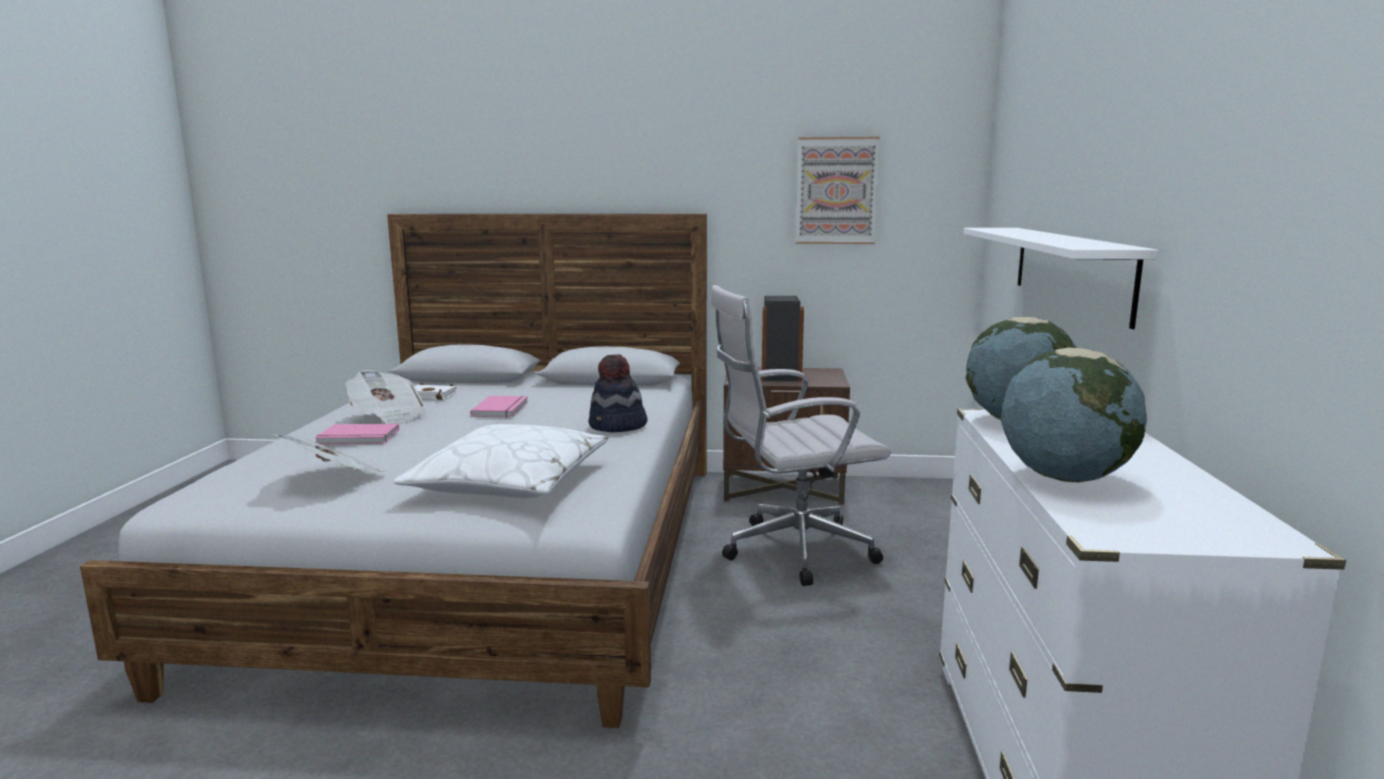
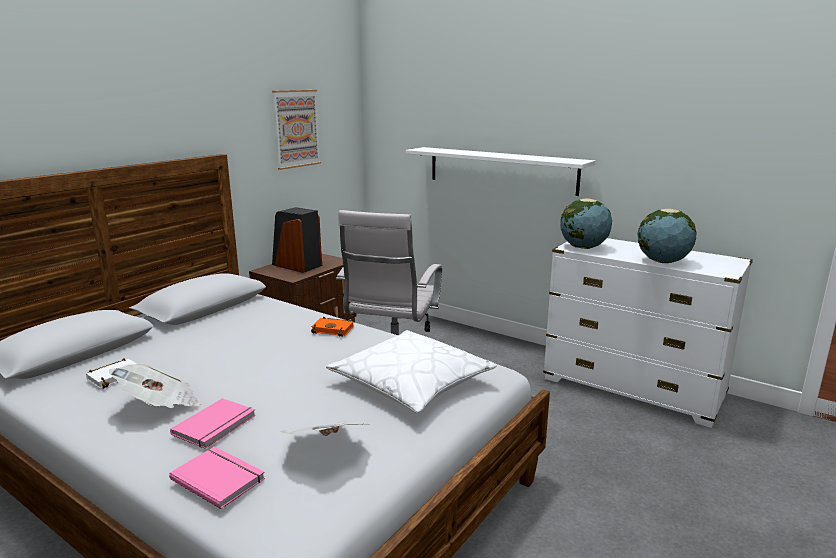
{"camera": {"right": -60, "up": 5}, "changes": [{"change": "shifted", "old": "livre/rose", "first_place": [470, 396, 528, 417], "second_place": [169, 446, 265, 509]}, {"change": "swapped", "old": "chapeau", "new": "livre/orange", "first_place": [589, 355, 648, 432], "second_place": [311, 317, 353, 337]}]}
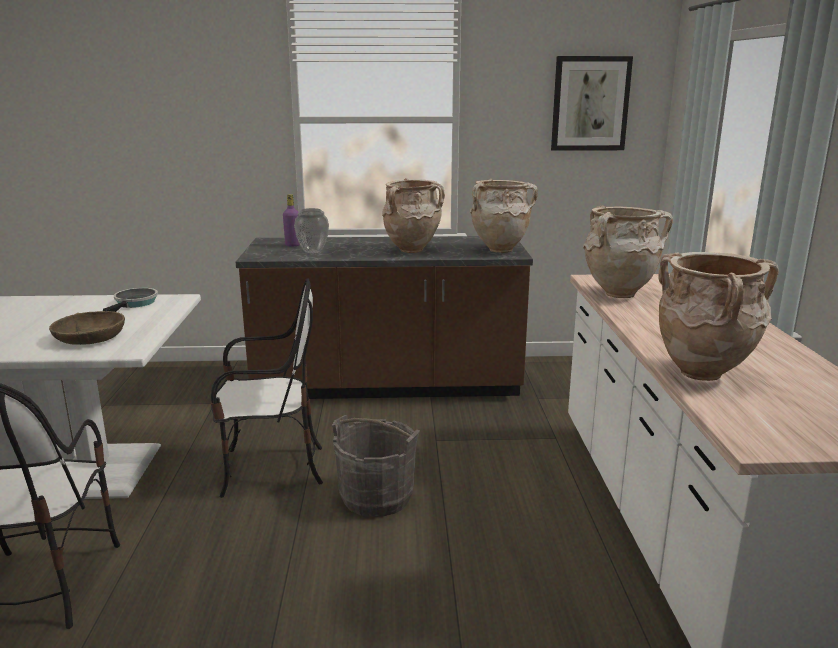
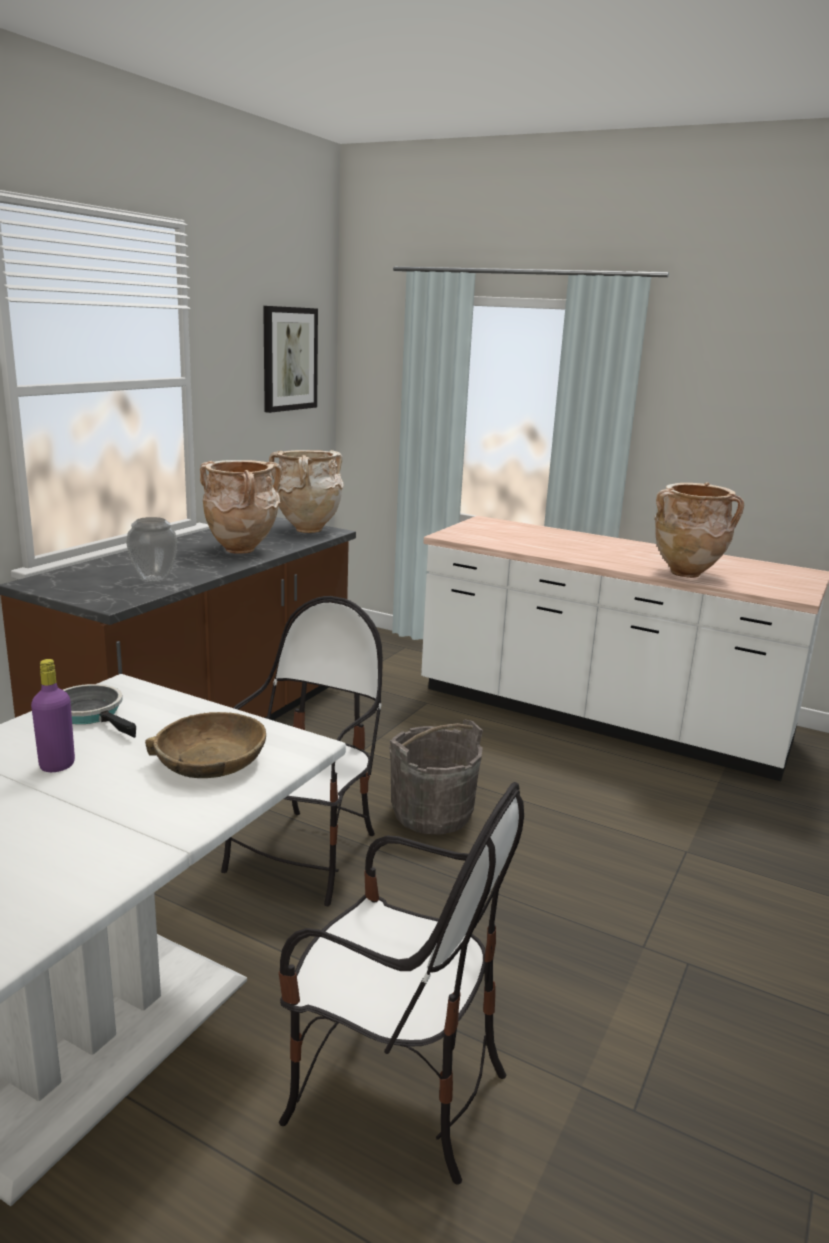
{"camera": {"right": -60, "up": 0}, "changes": [{"change": "gone", "old": "vase/beige", "first_place": [583, 206, 673, 298]}, {"change": "shifted", "old": "bouteille/violet", "first_place": [283, 194, 300, 247], "second_place": [31, 659, 75, 772]}]}
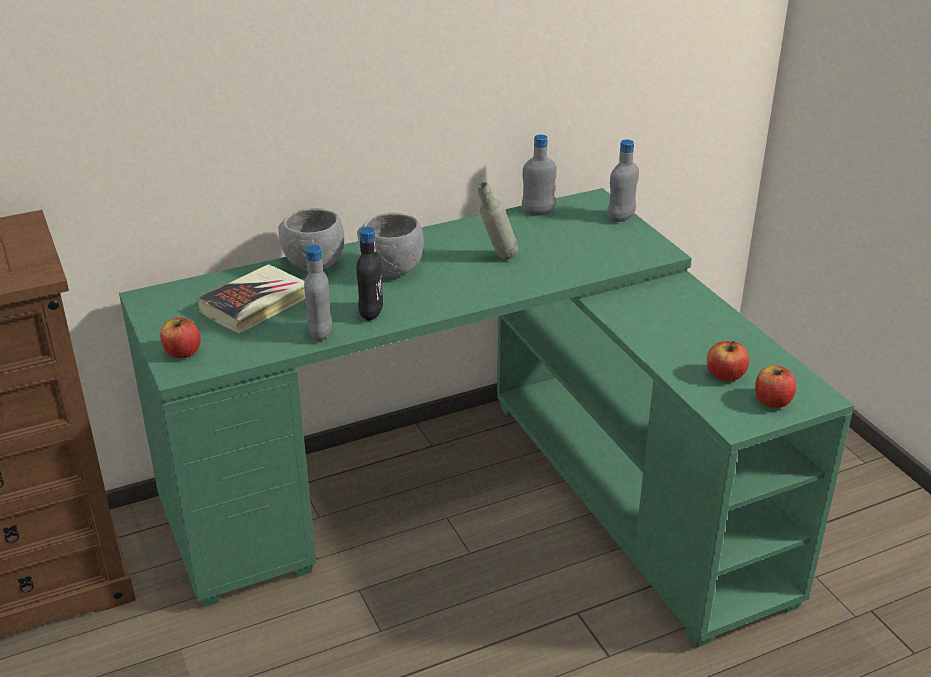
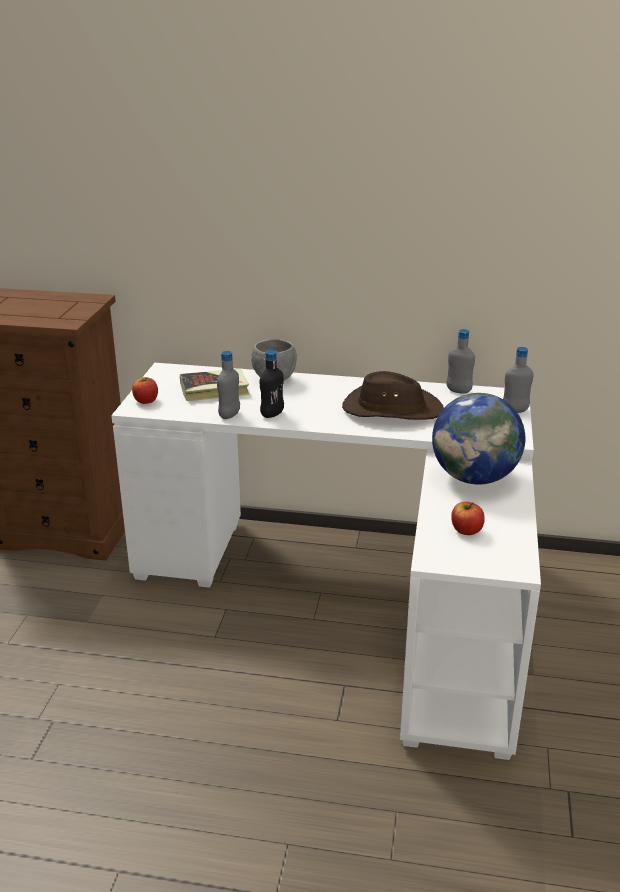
{"camera": {"right": 35, "up": -5}, "changes": [{"change": "gone", "old": "bol/gris", "first_place": [357, 213, 424, 277]}, {"change": "gone", "old": "pomme", "first_place": [755, 365, 796, 408]}, {"change": "new", "new": "globe", "second_place": [432, 393, 525, 485]}, {"change": "swapped", "old": "bouteille/gris", "new": "chapeau/marron", "first_place": [478, 182, 519, 260], "second_place": [342, 371, 444, 420]}, {"change": "repainted", "old": "bureau/vert", "new": "bureau/blanc", "first_place": [119, 188, 854, 648], "second_place": [111, 363, 541, 760]}]}
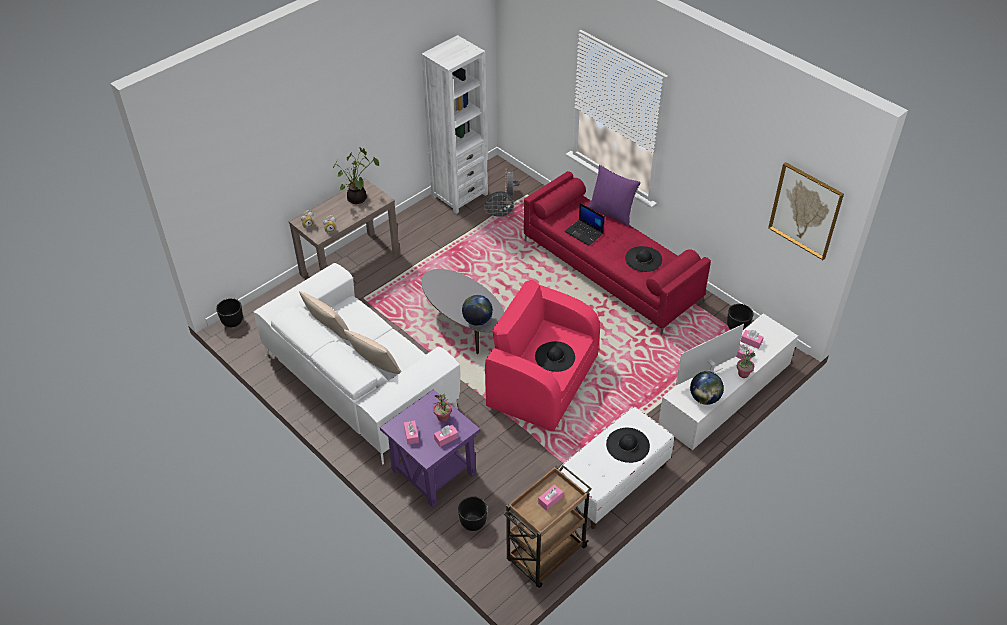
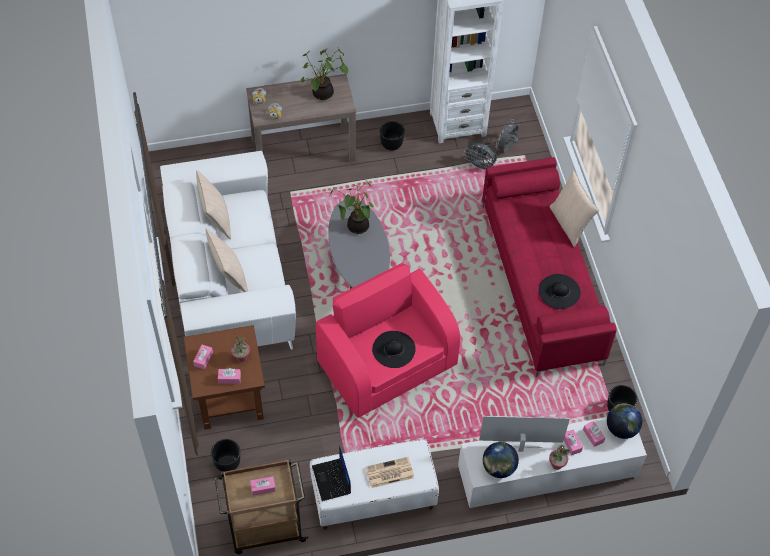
{"camera": {"right": 30, "up": 10}, "changes": [{"change": "gone", "old": "tableau", "first_place": [768, 162, 844, 260]}, {"change": "new", "new": "plante en pot", "second_place": [330, 182, 374, 234]}, {"change": "shifted", "old": "cache-pot/noir", "first_place": [216, 298, 243, 327], "second_place": [380, 121, 405, 151]}, {"change": "shifted", "old": "globe", "first_place": [462, 295, 493, 326], "second_place": [607, 403, 642, 439]}, {"change": "shifted", "old": "ordinateur portable", "first_place": [564, 203, 605, 246], "second_place": [312, 446, 351, 501]}, {"change": "swapped", "old": "chapeau/noir", "new": "journal", "first_place": [606, 428, 650, 463], "second_place": [365, 457, 414, 488]}, {"change": "repainted", "old": "table d'appoint/violet", "new": "table d'appoint/marron", "first_place": [380, 389, 480, 508], "second_place": [184, 325, 265, 430]}, {"change": "repainted", "old": "coussin/violet", "new": "coussin/beige", "first_place": [588, 165, 641, 226], "second_place": [550, 170, 599, 247]}]}
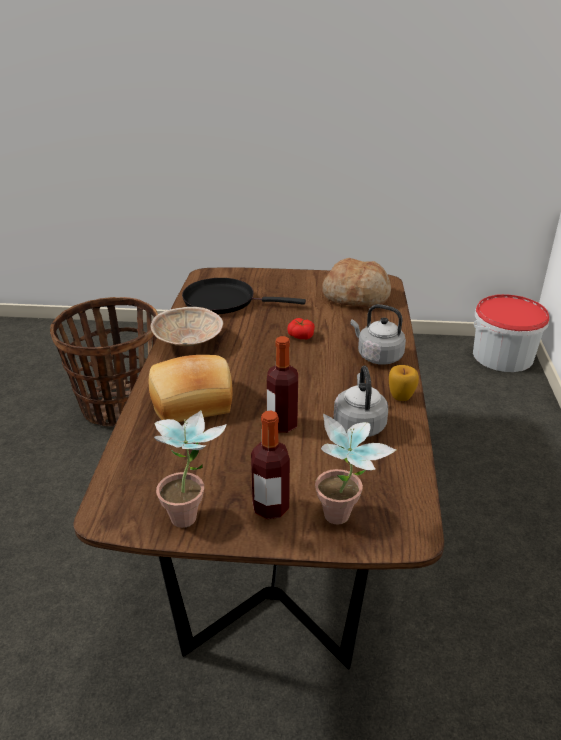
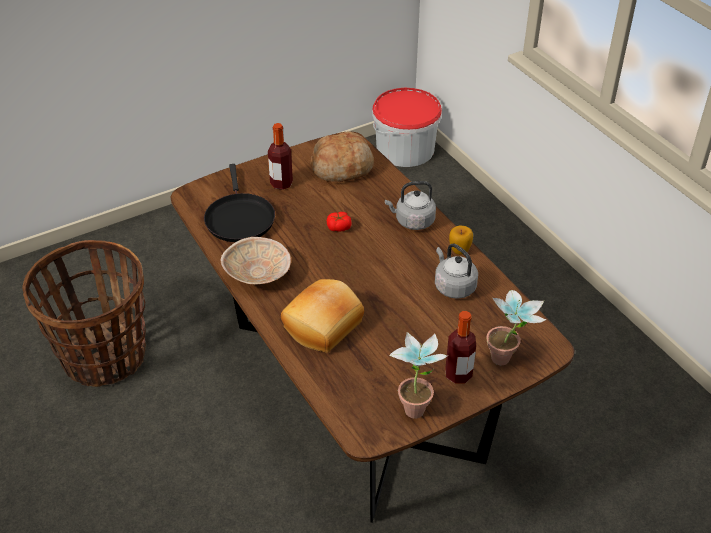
{"camera": {"right": -35, "up": 10}, "changes": [{"change": "shifted", "old": "bouteille", "first_place": [267, 336, 298, 433], "second_place": [268, 123, 293, 190]}, {"change": "rotated", "old": "poêle/noir", "first_place": [182, 278, 306, 314], "second_place": [204, 164, 275, 242], "degrees": -75}]}
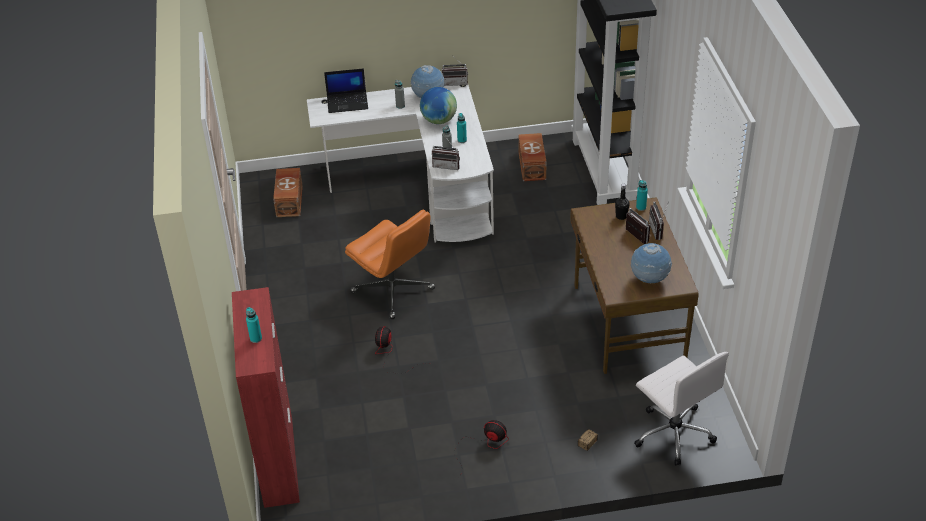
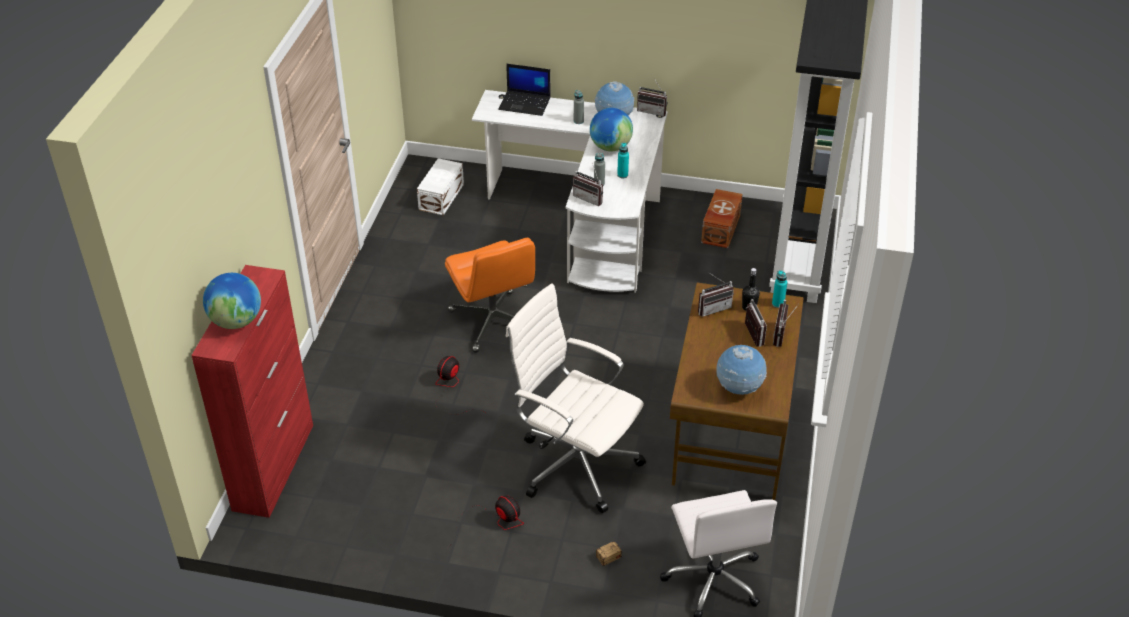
{"camera": {"right": 20, "up": 0}, "changes": [{"change": "new", "new": "chaise de bureau/blanc", "second_place": [506, 284, 646, 513]}, {"change": "new", "new": "radio", "second_place": [698, 272, 734, 317]}, {"change": "swapped", "old": "bouteille/turquoise", "new": "globe", "first_place": [246, 307, 262, 343], "second_place": [203, 273, 261, 329]}, {"change": "repainted", "old": "boîte de rangement/marron", "new": "boîte de rangement/blanc", "first_place": [273, 168, 303, 217], "second_place": [417, 158, 464, 216]}]}
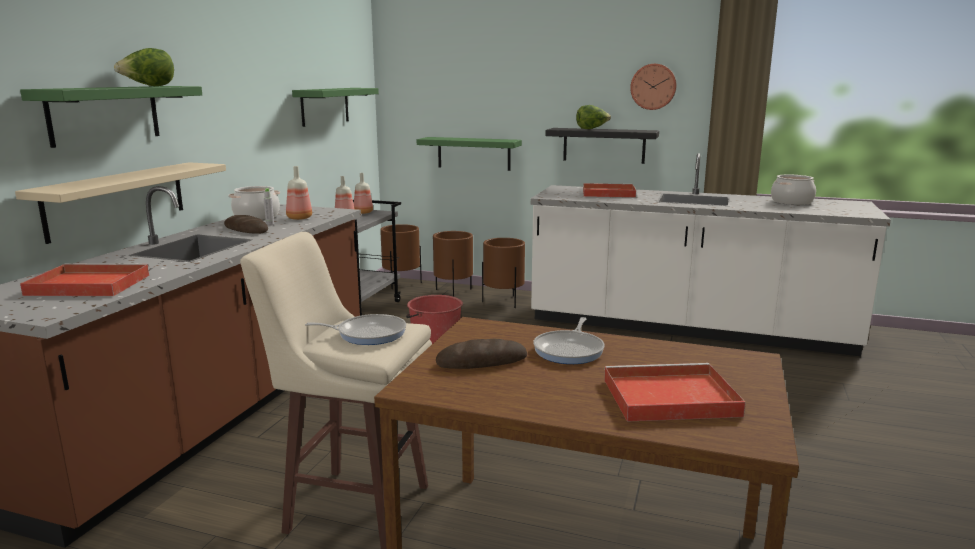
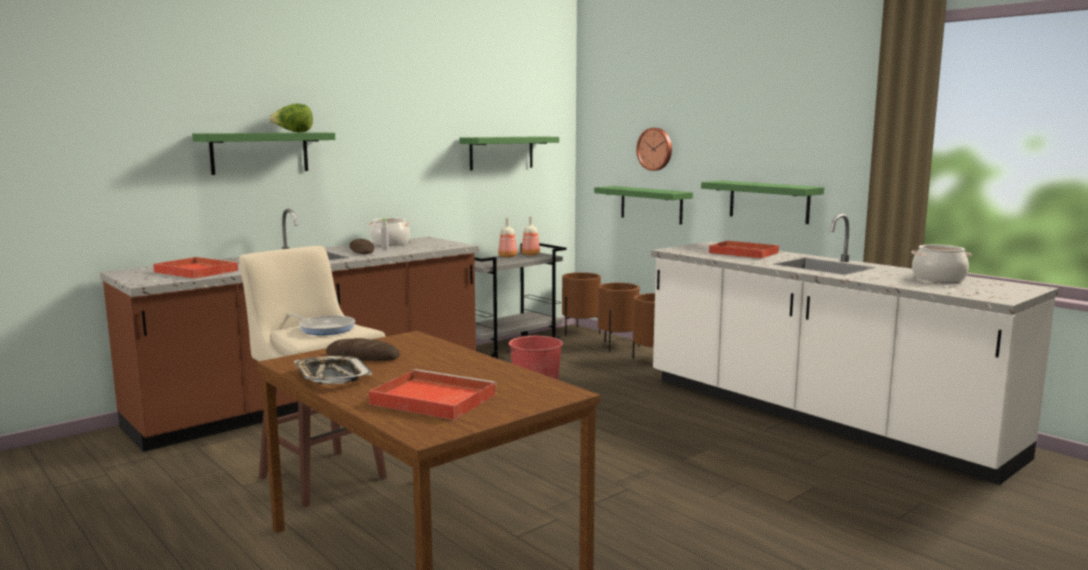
{"camera": {"right": 30, "up": -5}, "changes": [{"change": "gone", "old": "étagère/beige", "first_place": [15, 162, 226, 244]}, {"change": "gone", "old": "bouteille", "first_place": [286, 166, 312, 220]}, {"change": "gone", "old": "poêle", "first_place": [534, 317, 605, 364]}, {"change": "gone", "old": "laitue", "first_place": [576, 105, 611, 129]}, {"change": "new", "new": "plateau", "second_place": [294, 356, 372, 384]}, {"change": "shifted", "old": "horloge murale", "first_place": [630, 64, 677, 110], "second_place": [636, 128, 672, 171]}, {"change": "repainted", "old": "étagère/noir", "new": "étagère/vert", "first_place": [546, 128, 659, 164], "second_place": [701, 181, 824, 224]}]}
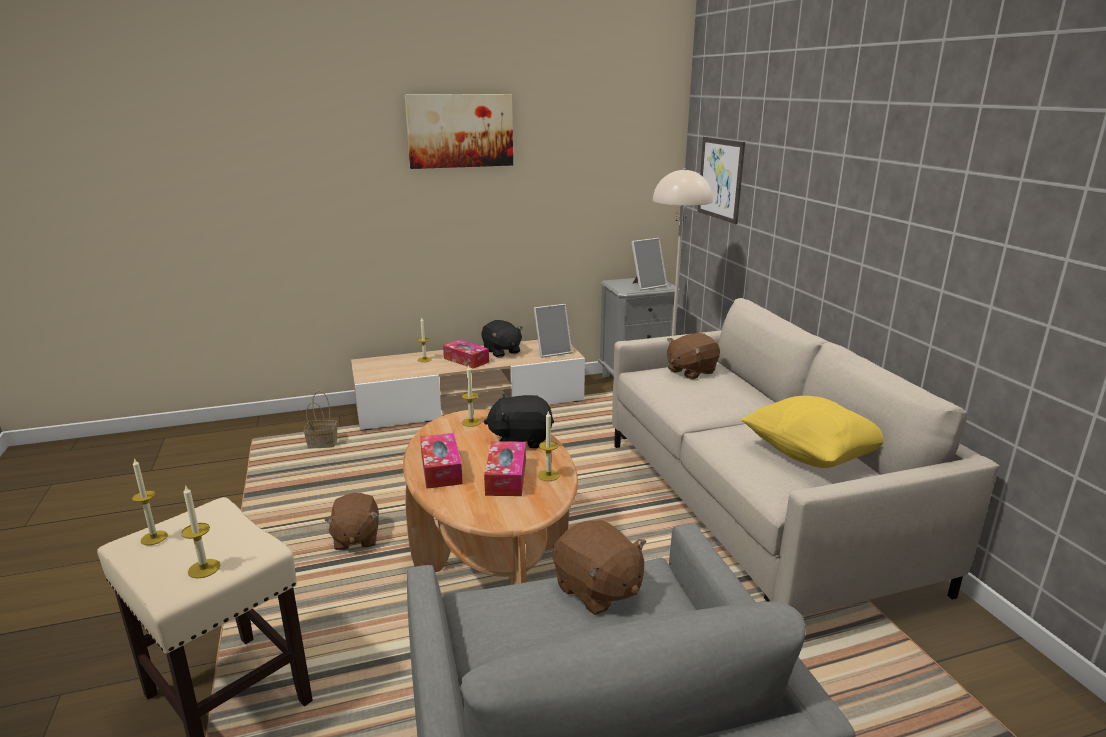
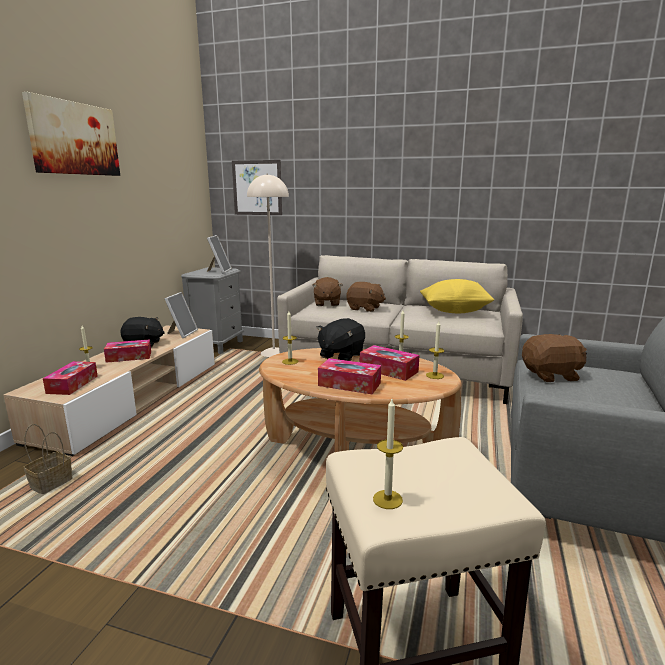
{"camera": {"right": -55, "up": -5}, "changes": [{"change": "new", "new": "boîte à mouchoirs", "second_place": [43, 361, 98, 395]}, {"change": "shifted", "old": "bougie", "first_place": [181, 485, 220, 579], "second_place": [426, 321, 445, 379]}, {"change": "shifted", "old": "peluche/marron", "first_place": [324, 493, 379, 550], "second_place": [346, 282, 386, 312]}]}
